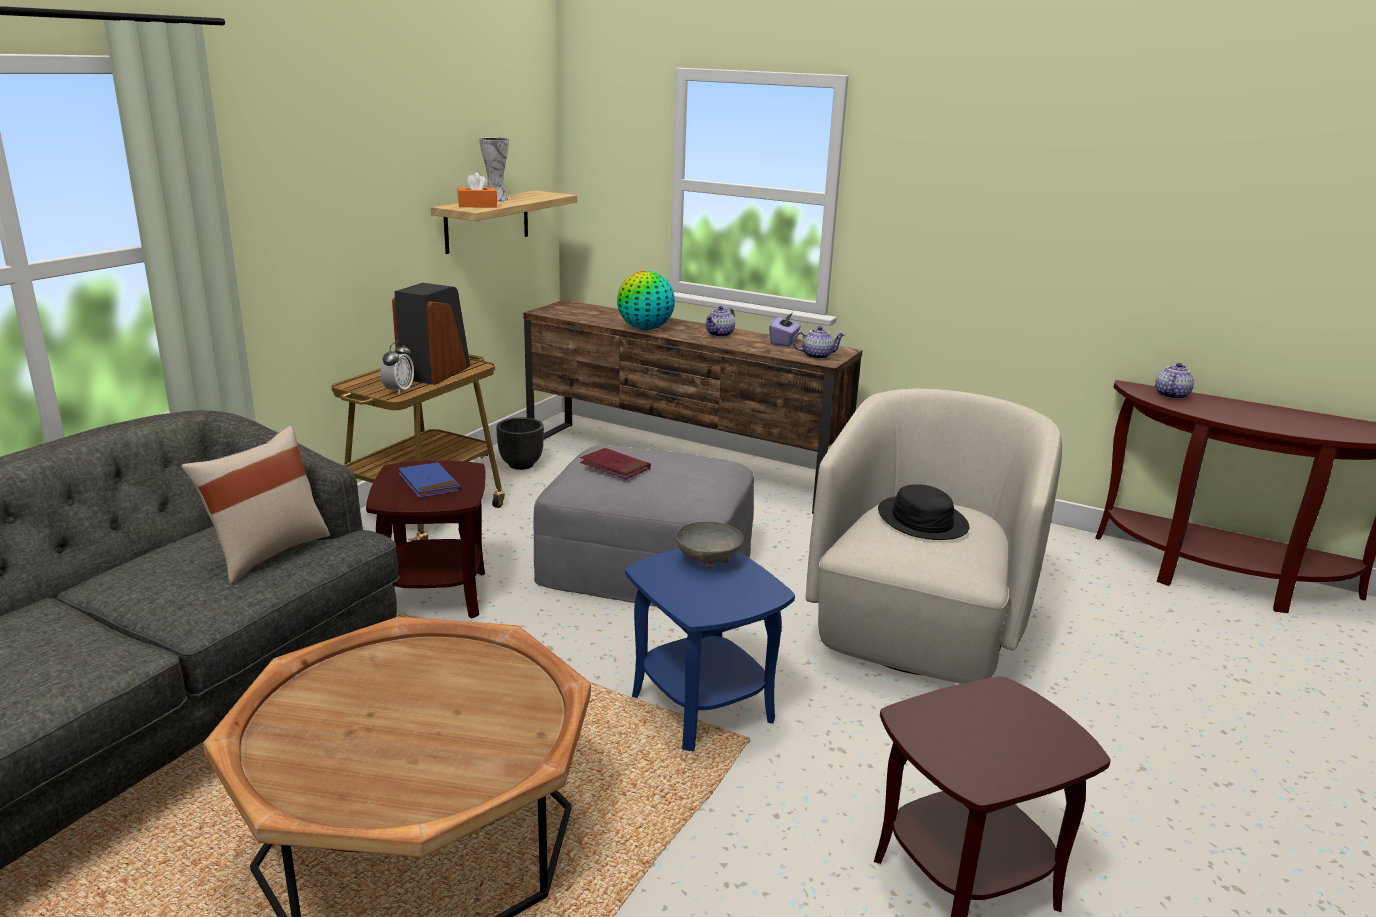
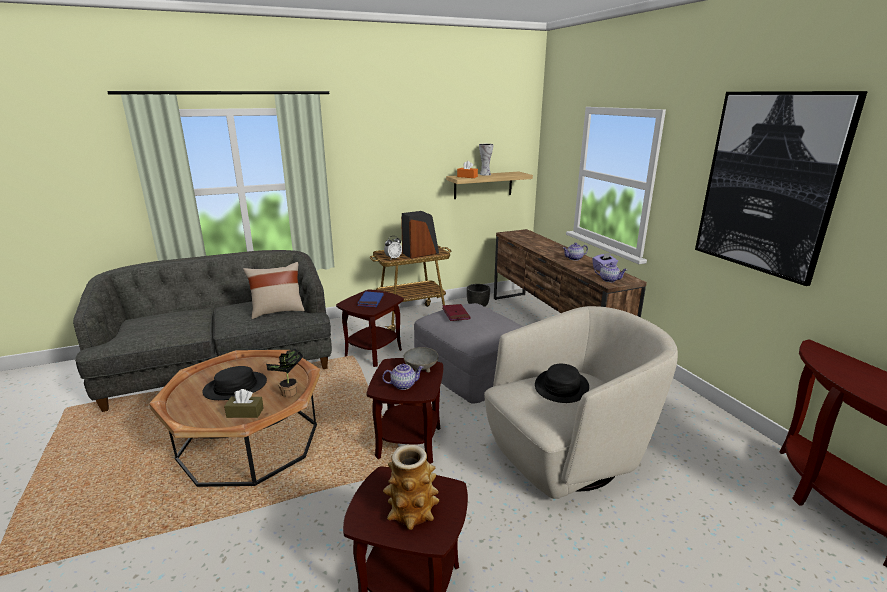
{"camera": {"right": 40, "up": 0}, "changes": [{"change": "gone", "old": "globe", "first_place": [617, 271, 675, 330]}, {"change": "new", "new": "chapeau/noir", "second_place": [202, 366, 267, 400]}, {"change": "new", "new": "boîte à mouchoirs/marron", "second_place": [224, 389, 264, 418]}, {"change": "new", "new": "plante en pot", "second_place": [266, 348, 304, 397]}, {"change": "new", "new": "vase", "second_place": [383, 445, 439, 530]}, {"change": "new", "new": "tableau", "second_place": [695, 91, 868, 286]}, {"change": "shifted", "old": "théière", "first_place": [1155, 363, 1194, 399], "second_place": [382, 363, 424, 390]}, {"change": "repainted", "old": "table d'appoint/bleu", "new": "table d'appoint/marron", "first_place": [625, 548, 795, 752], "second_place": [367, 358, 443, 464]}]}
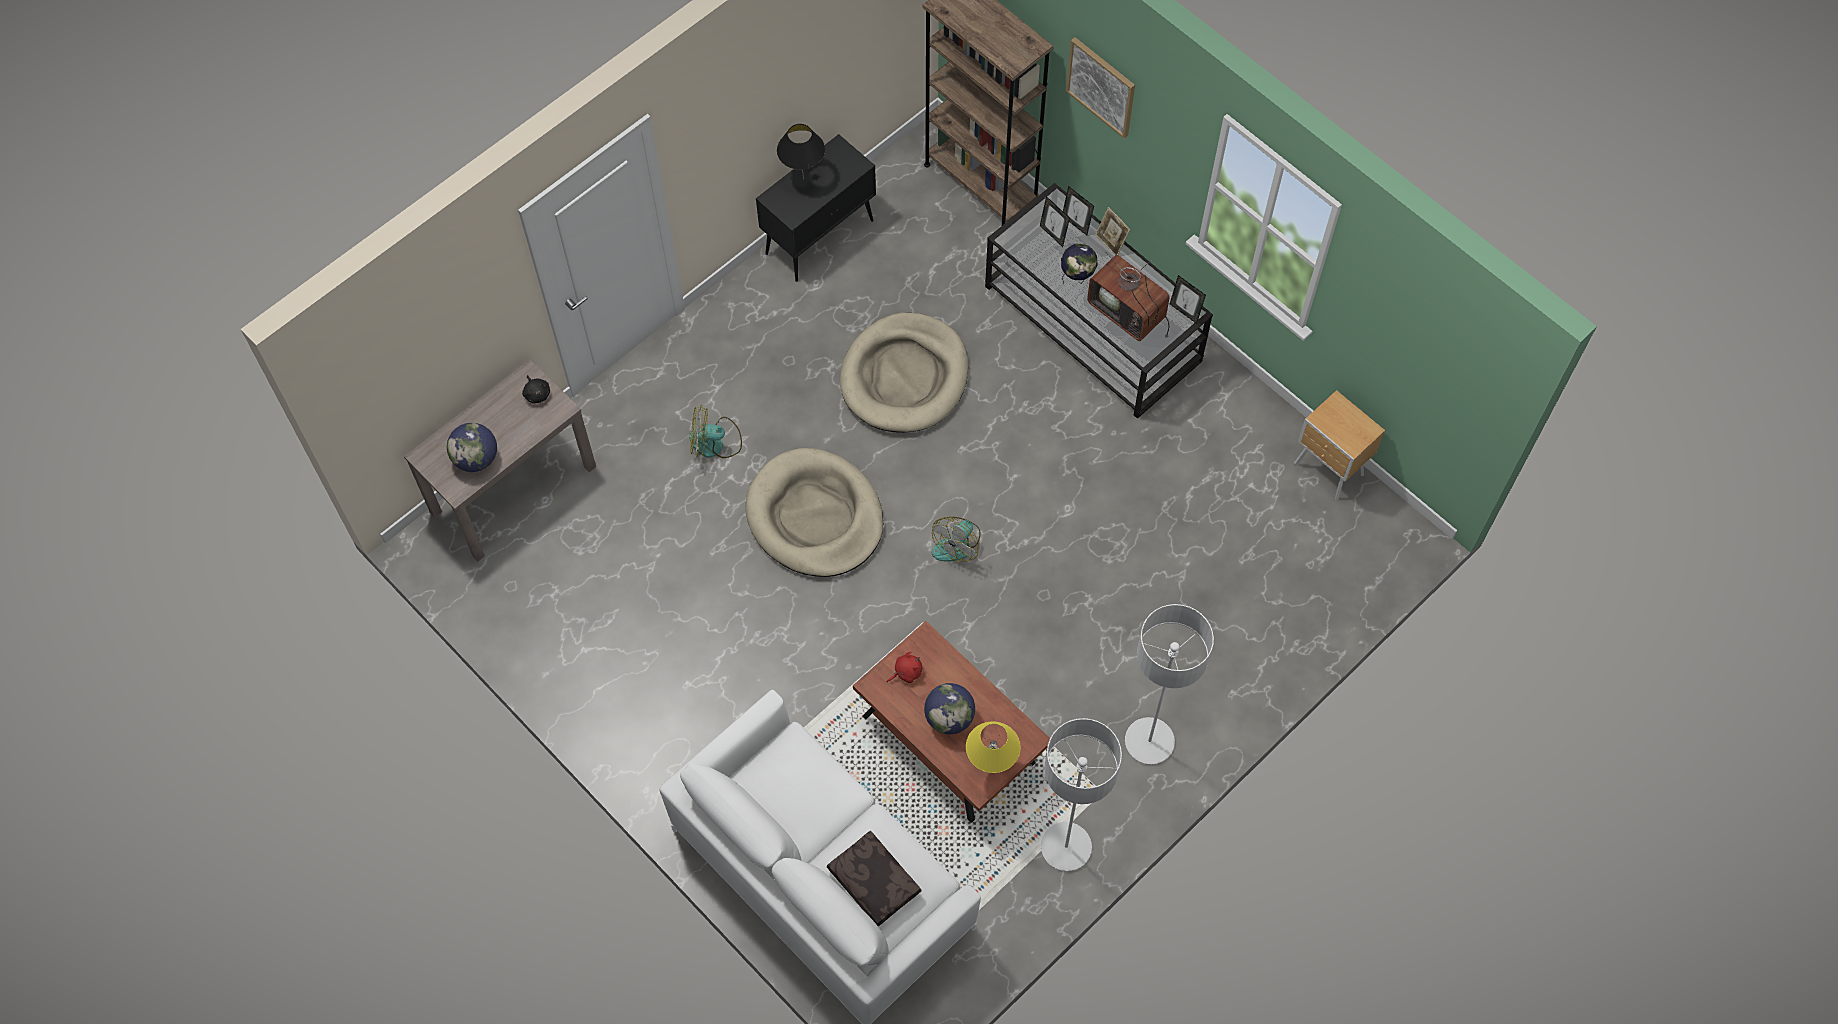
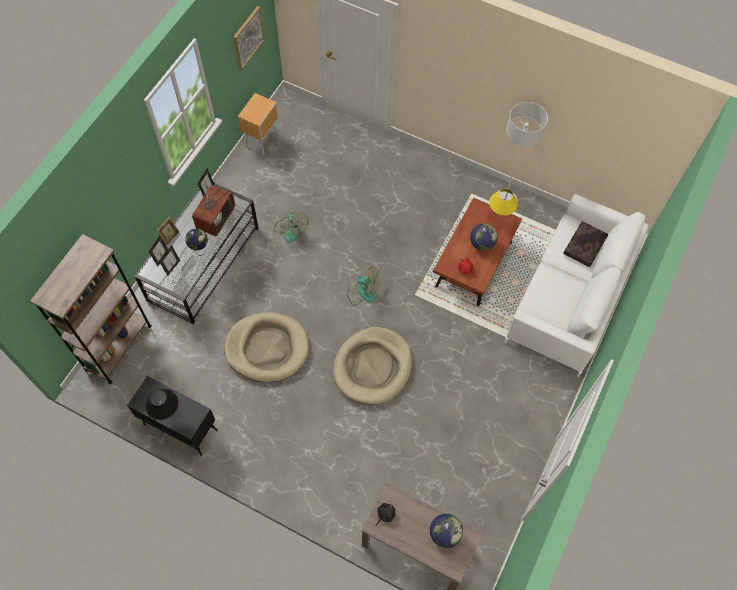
{"camera": {"right": -110, "up": 0}, "changes": [{"change": "gone", "old": "lampadaire/gris", "first_place": [1125, 604, 1214, 764]}, {"change": "shifted", "old": "ventilateur", "first_place": [689, 405, 742, 458], "second_place": [273, 212, 309, 243]}, {"change": "shifted", "old": "tableau", "first_place": [1066, 37, 1135, 139], "second_place": [233, 6, 265, 70]}]}
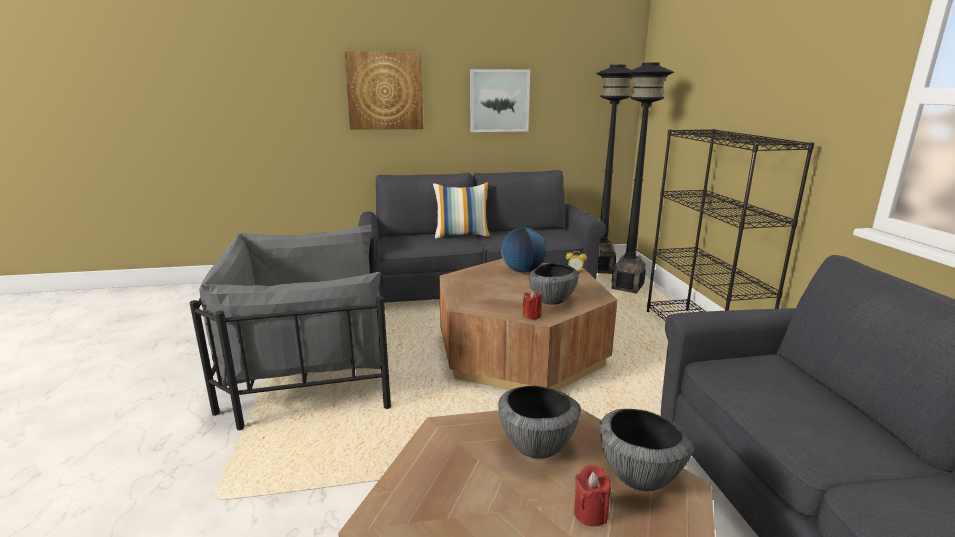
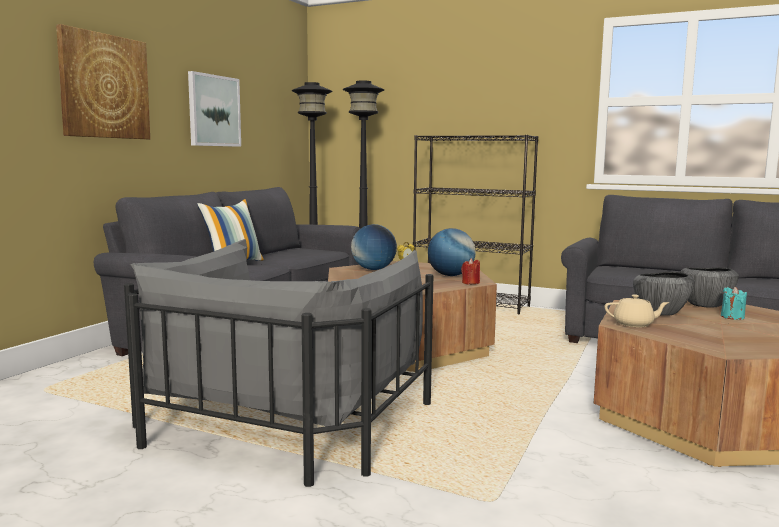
{"camera": {"right": -55, "up": -10}, "changes": [{"change": "new", "new": "théière/beige", "second_place": [605, 294, 670, 327]}, {"change": "swapped", "old": "bol", "new": "globe", "first_place": [529, 264, 579, 305], "second_place": [428, 228, 476, 276]}, {"change": "repainted", "old": "bougie/rouge", "new": "bougie/turquoise", "first_place": [574, 465, 611, 527], "second_place": [721, 287, 747, 320]}]}
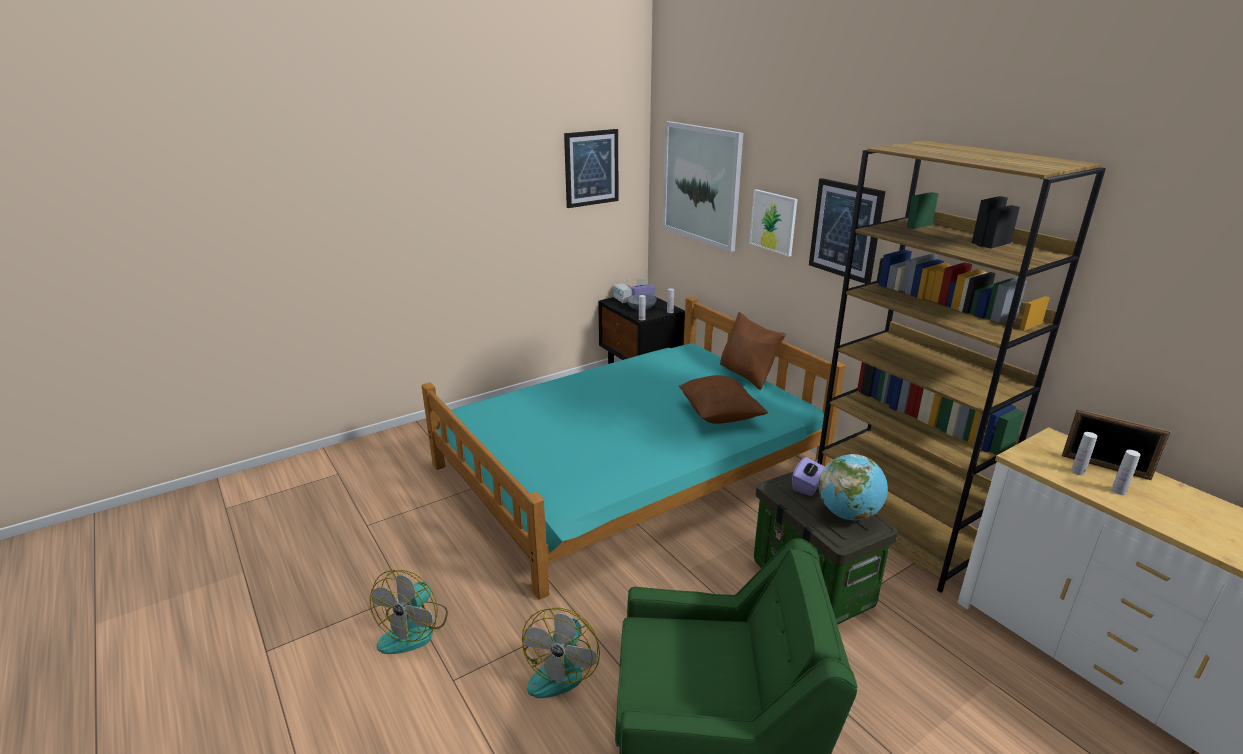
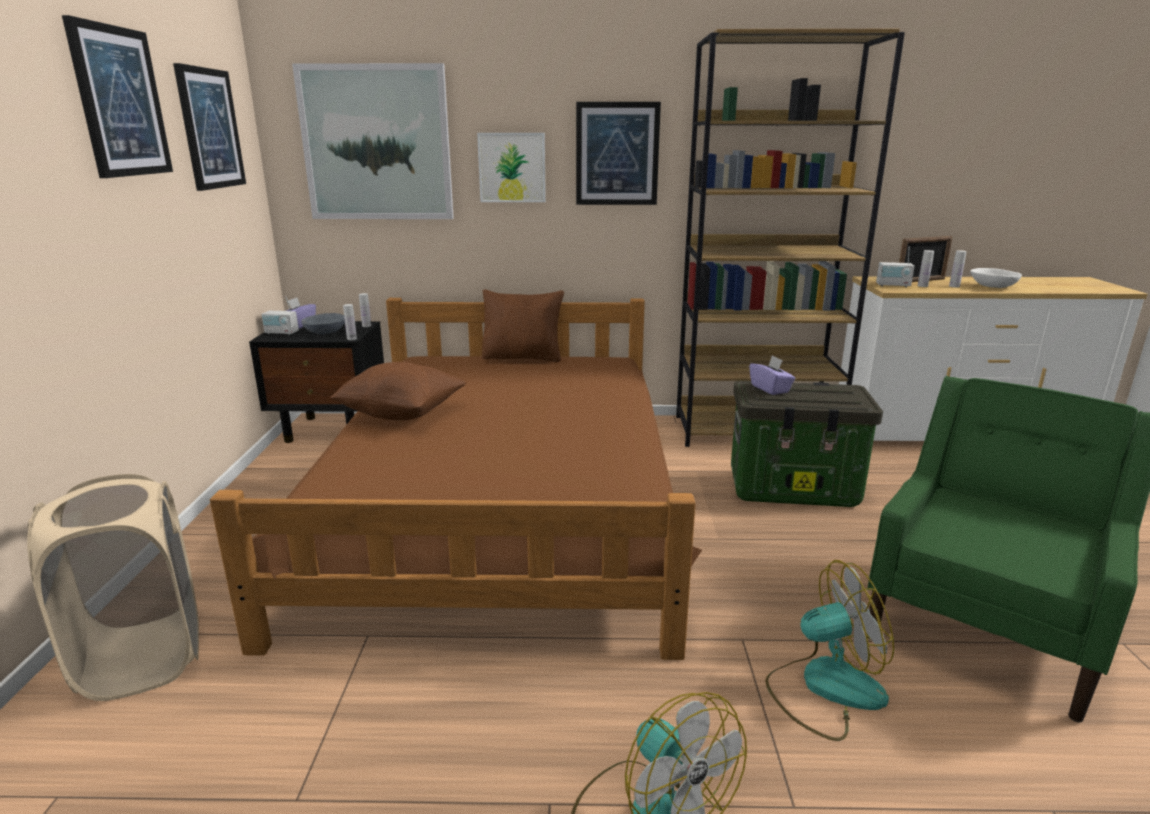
{"camera": {"right": -55, "up": -5}, "changes": [{"change": "gone", "old": "globe", "first_place": [819, 454, 888, 521]}, {"change": "new", "new": "panier à linge/beige", "second_place": [27, 474, 199, 701]}, {"change": "new", "new": "tableau", "second_place": [62, 15, 173, 178]}, {"change": "new", "new": "radio", "second_place": [876, 247, 915, 287]}, {"change": "new", "new": "bol/blanc", "second_place": [970, 268, 1022, 288]}, {"change": "shifted", "old": "coussin/marron", "first_place": [679, 375, 768, 424], "second_place": [330, 362, 466, 420]}, {"change": "repainted", "old": "lit/turquoise", "new": "lit/marron", "first_place": [421, 296, 845, 600], "second_place": [209, 298, 702, 660]}, {"change": "rotated", "old": "ventilateur", "first_place": [522, 608, 600, 698], "second_place": [765, 560, 894, 741], "degrees": -60}]}
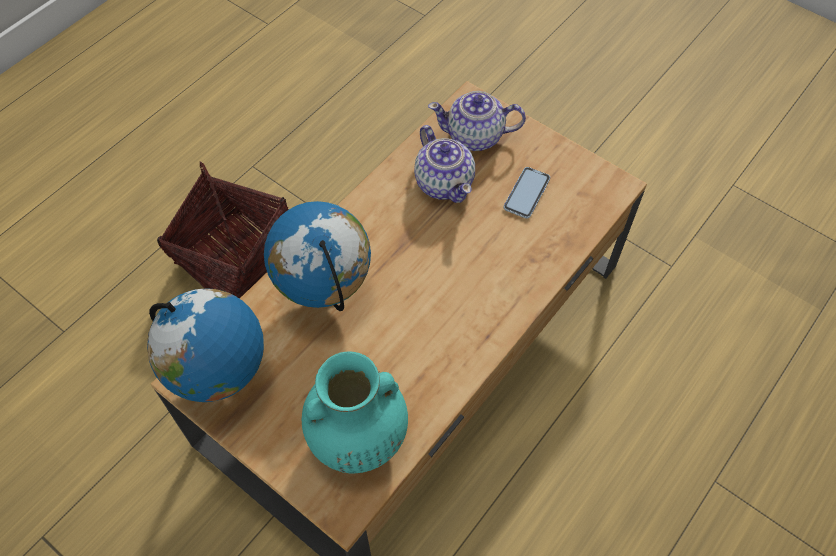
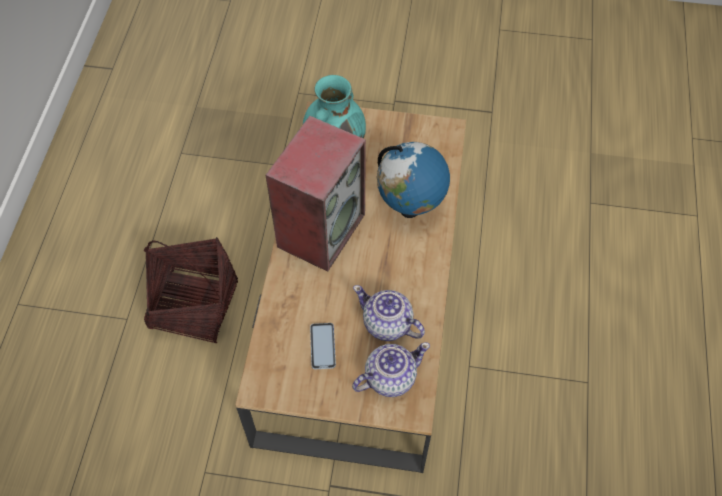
{"camera": {"right": 150, "up": 0}, "changes": [{"change": "gone", "old": "globe", "first_place": [147, 289, 264, 402]}, {"change": "new", "new": "enceinte", "second_place": [266, 116, 366, 272]}, {"change": "shifted", "old": "panier", "first_place": [157, 161, 289, 299], "second_place": [144, 237, 238, 343]}]}
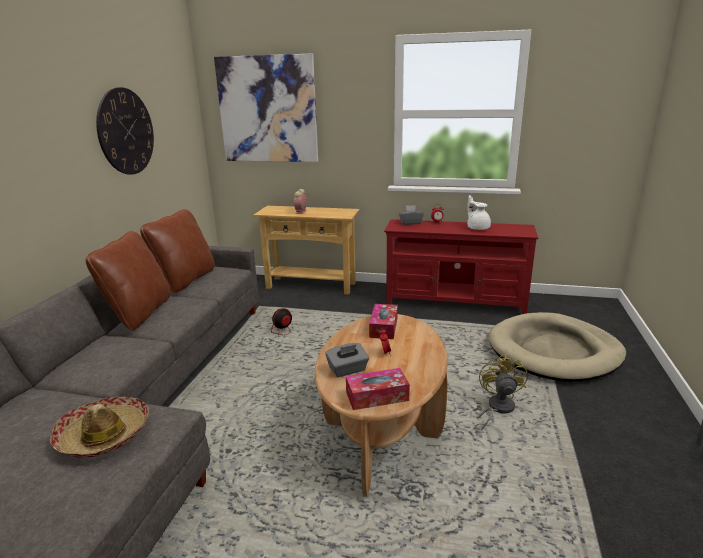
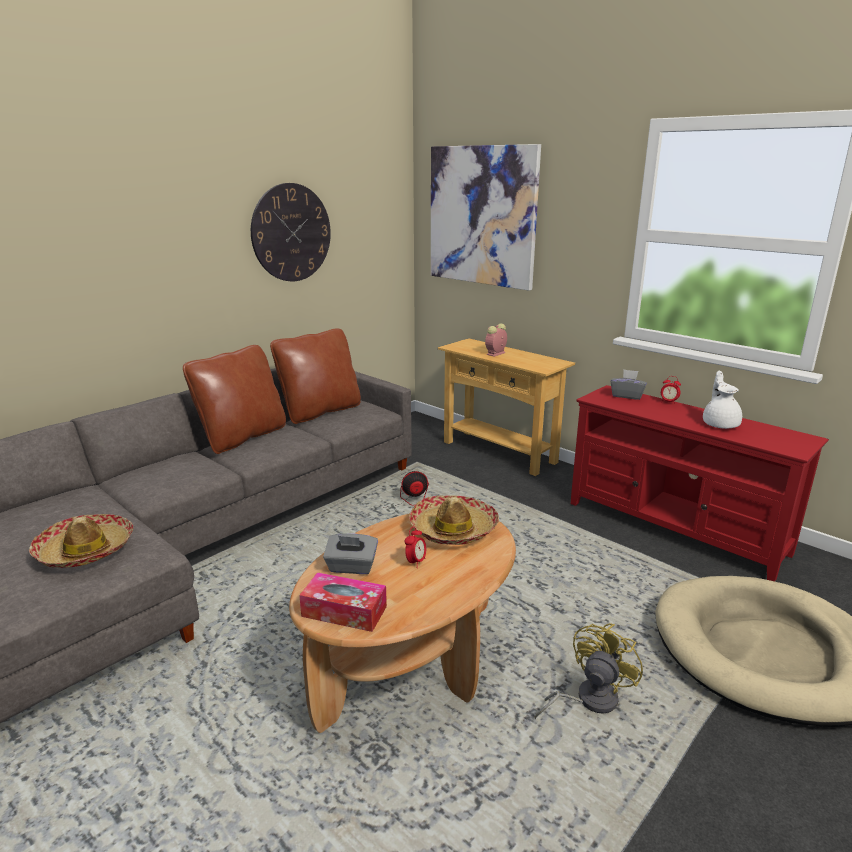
{"camera": {"right": 30, "up": 0}, "changes": [{"change": "swapped", "old": "boîte à mouchoirs", "new": "chapeau", "first_place": [369, 304, 398, 339], "second_place": [409, 495, 499, 545]}]}
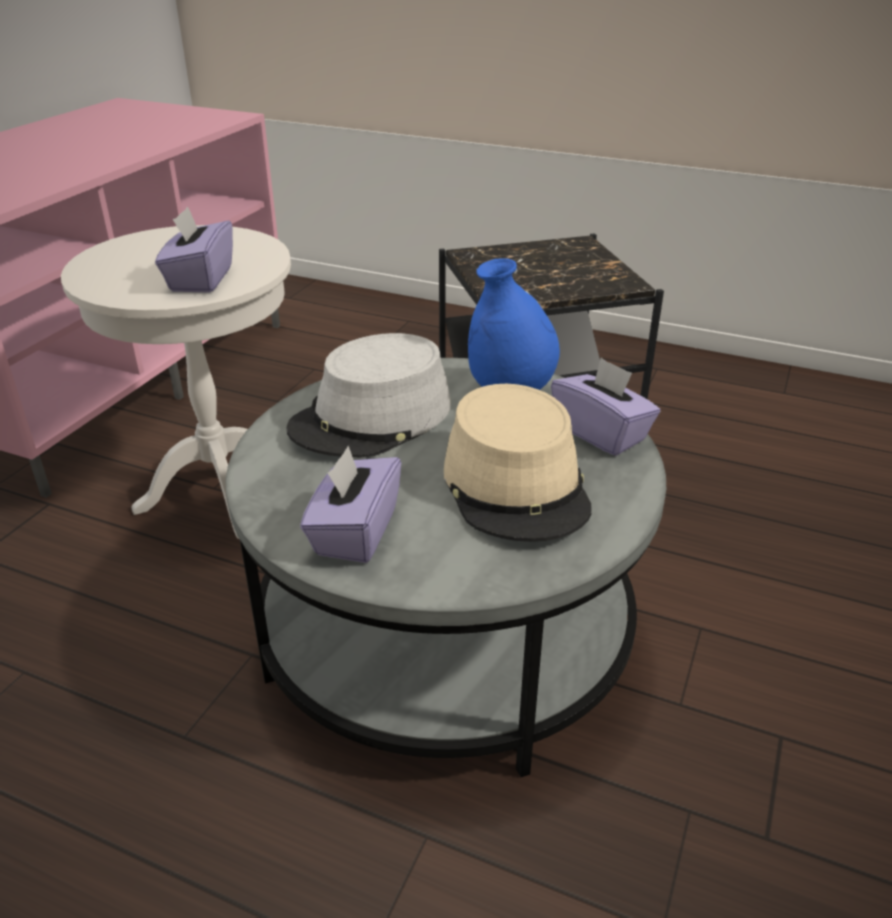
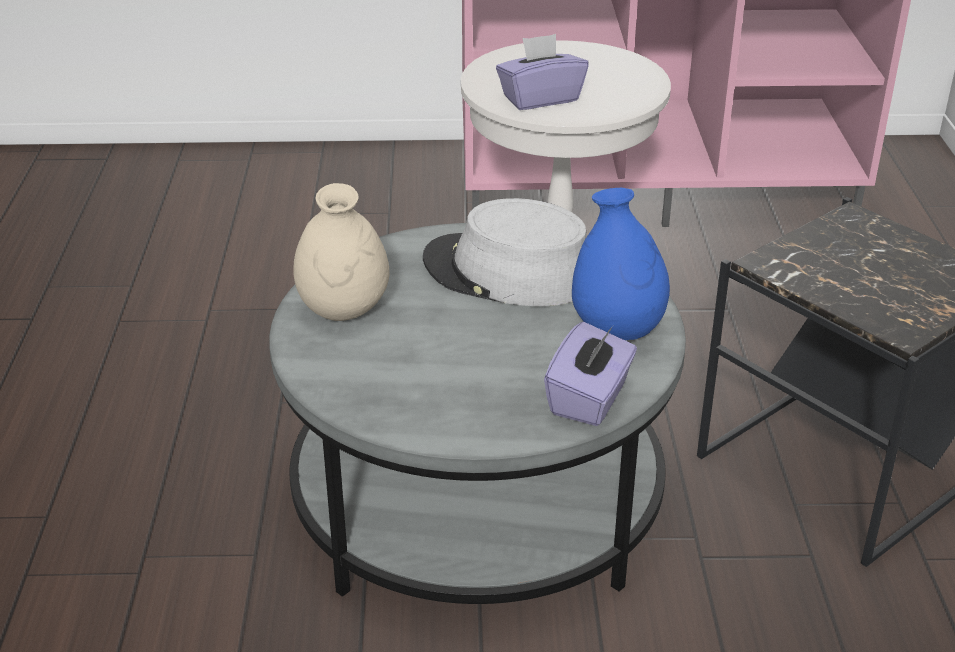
{"camera": {"right": 65, "up": 0}, "changes": [{"change": "gone", "old": "chapeau/beige", "first_place": [444, 384, 592, 542]}, {"change": "swapped", "old": "boîte à mouchoirs/violet", "new": "vase/beige", "first_place": [300, 446, 401, 563], "second_place": [293, 183, 390, 321]}]}
